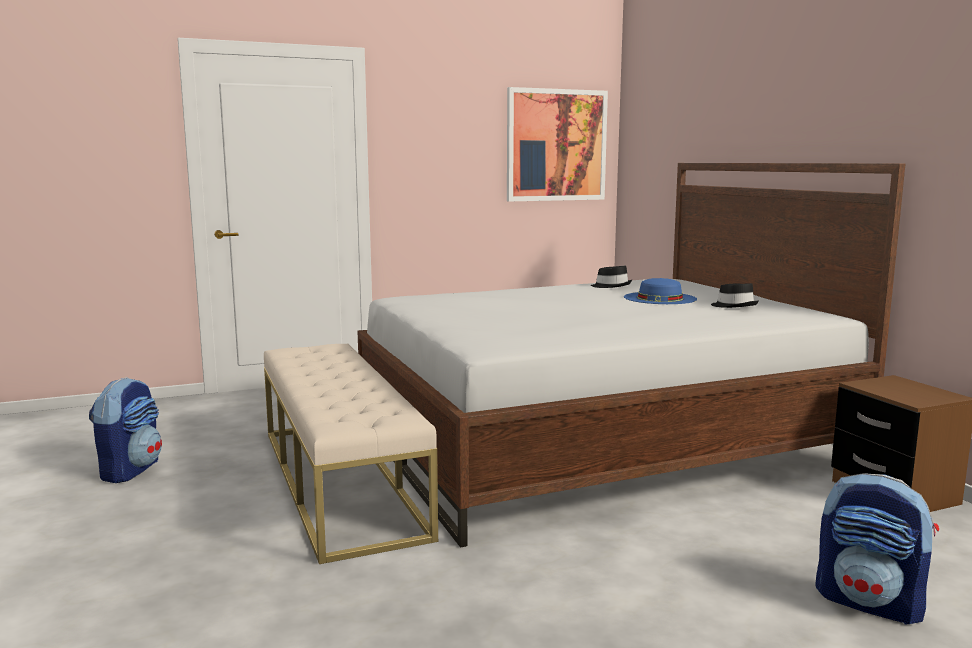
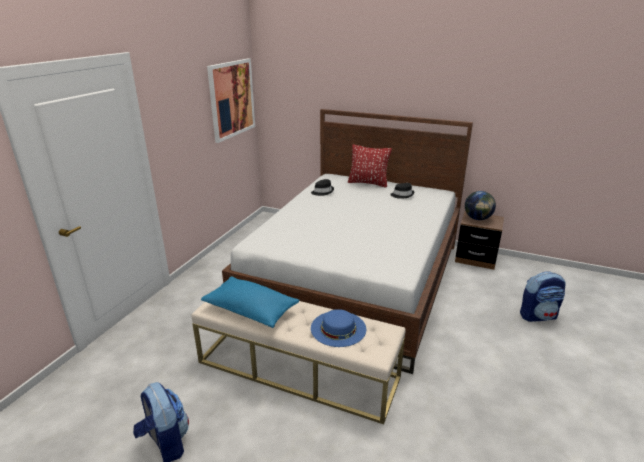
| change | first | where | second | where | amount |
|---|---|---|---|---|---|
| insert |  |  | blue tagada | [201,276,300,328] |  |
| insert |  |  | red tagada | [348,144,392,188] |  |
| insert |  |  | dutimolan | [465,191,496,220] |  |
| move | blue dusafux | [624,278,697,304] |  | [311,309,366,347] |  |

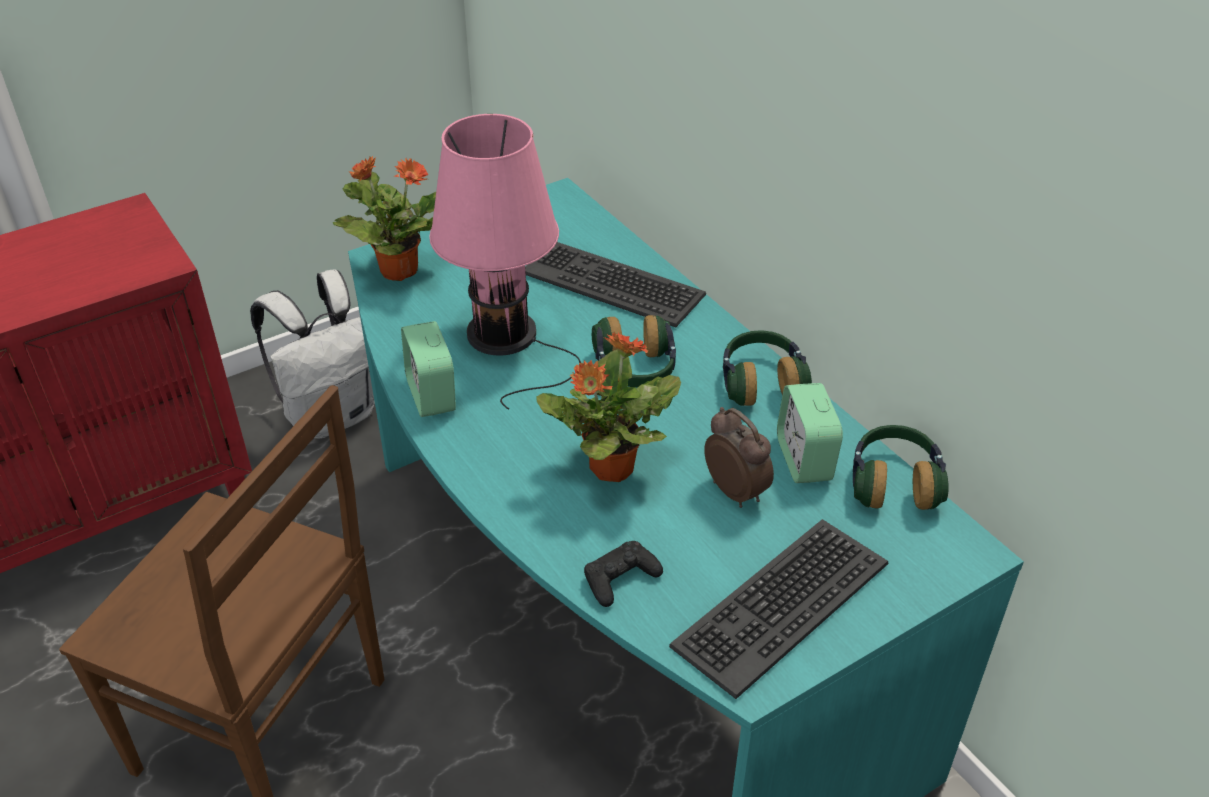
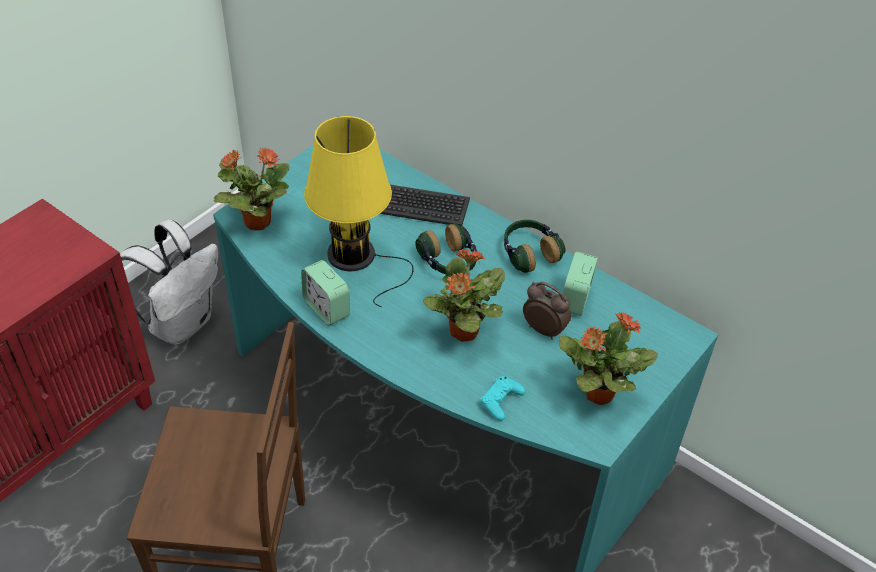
| change | first | where | second | where | amount |
|---|---|---|---|---|---|
| delete | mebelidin | [853,425,948,510] |  |  |  |
| replace | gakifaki | [669,519,888,699] | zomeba | [559,312,658,405] |  |
| recolor | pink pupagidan | [429,114,581,410] | yellow pupagidan | [304,116,413,307] |  |
| recolor | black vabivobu | [584,541,663,607] | turquoise vabivobu | [480,376,525,421] |  |
| rotate | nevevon | [777,383,843,483] |  | [563,252,598,316] | 45 degrees clockwise |

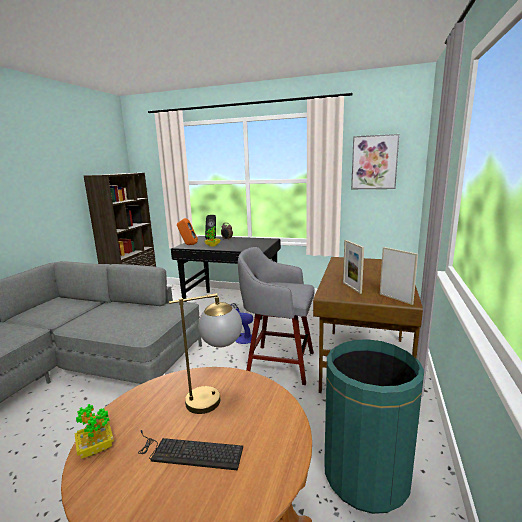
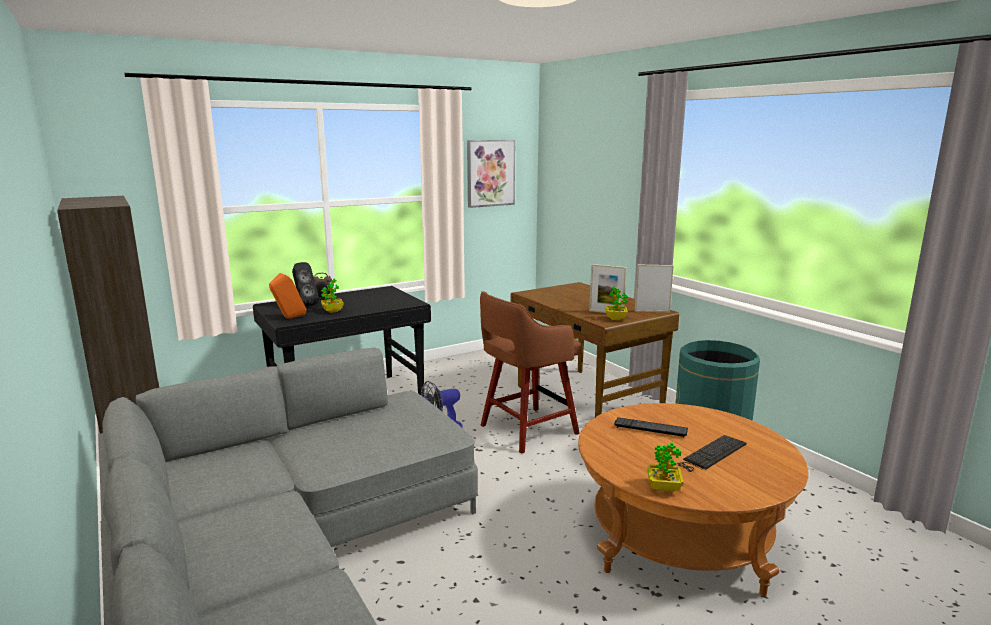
| change | first | where | second | where | amount |
|---|---|---|---|---|---|
| insert |  |  | zomeba | [606,286,628,320] |  |
| replace | pupagidan | [169,293,242,414] | gakifaki | [614,417,688,438] |  |
| recolor | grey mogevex | [238,247,315,385] | brown mogevex | [480,291,582,454] |  |

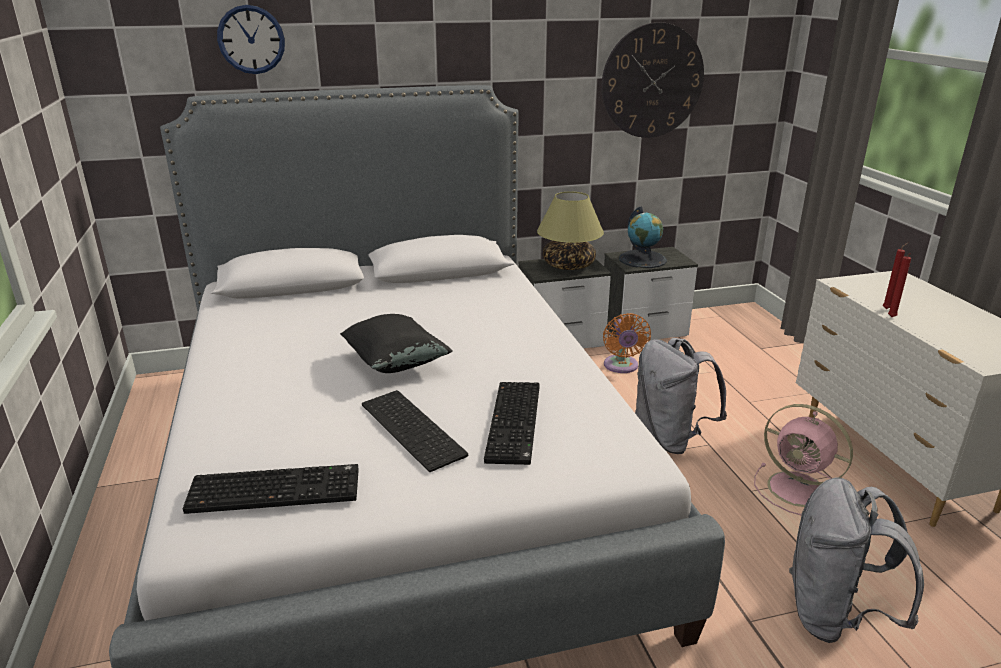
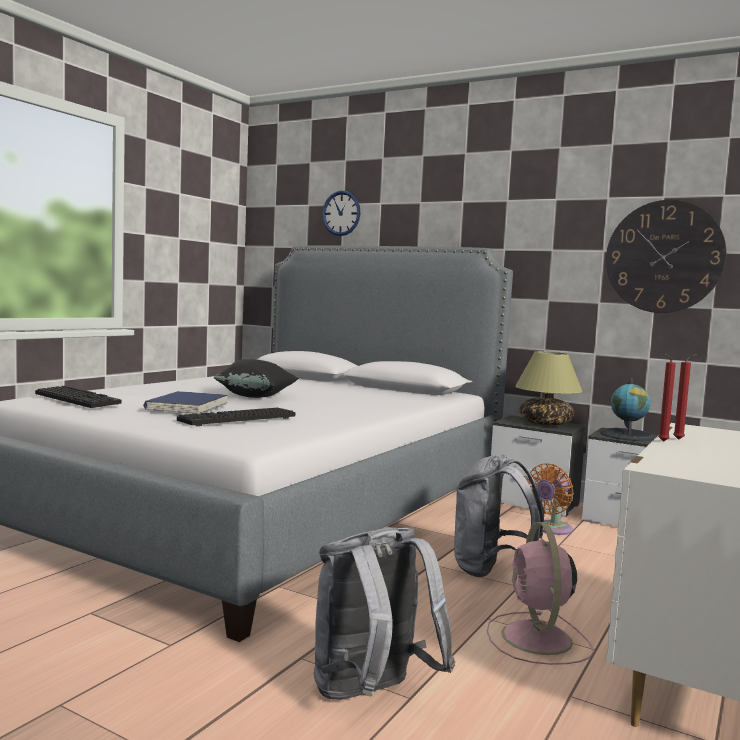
| change | first | where | second | where | amount |
|---|---|---|---|---|---|
| replace | gakifaki | [362,390,468,472] | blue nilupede | [143,391,228,415] |  |

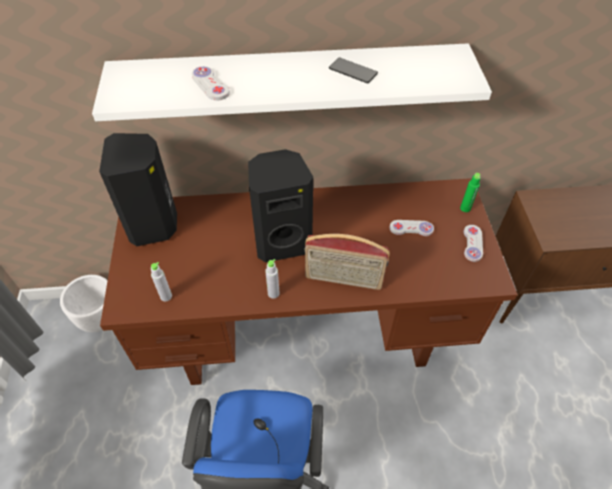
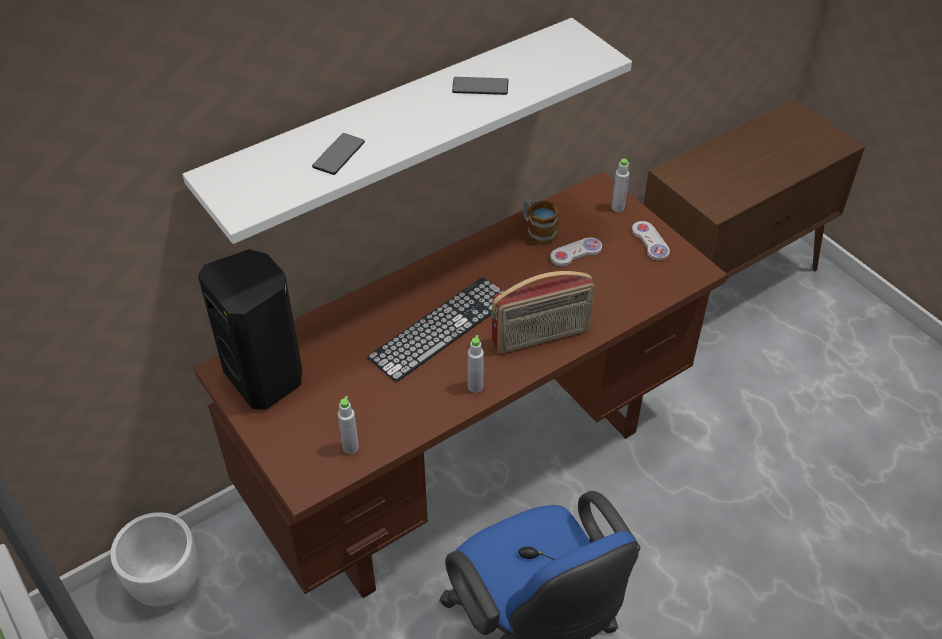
| change | first | where | second | where | amount |
|---|---|---|---|---|---|
| insert |  |  | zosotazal | [523,199,559,246] |  |
| replace | white vabivobu | [192,66,230,100] | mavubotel | [312,133,365,175] |  |
| replace | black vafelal | [248,149,313,262] | gakifaki | [367,277,504,383] |  |
| recolor | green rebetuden | [460,173,481,212] | grey rebetuden | [611,158,629,212] |  |

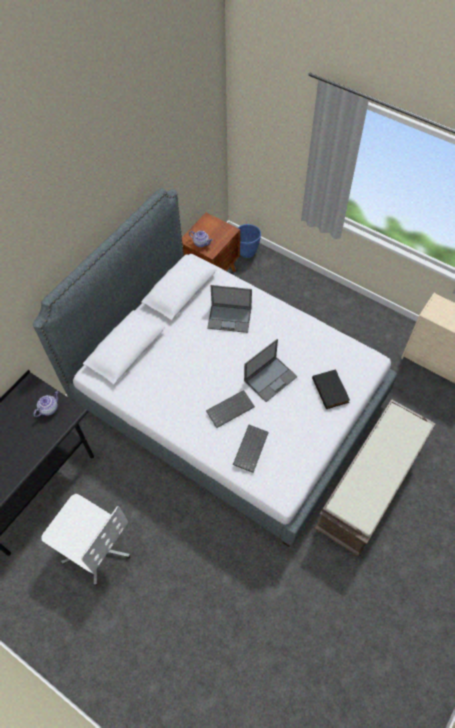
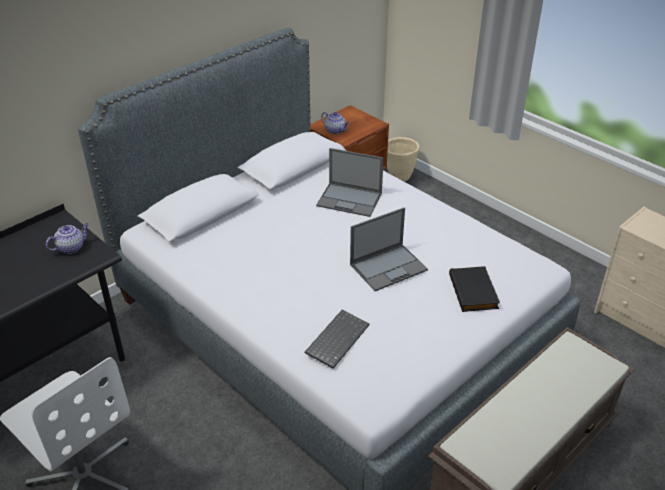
| change | first | where | second | where | amount |
|---|---|---|---|---|---|
| delete | gakifaki | [206,390,255,428] |  |  |  |
| recolor | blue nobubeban | [238,224,261,258] | beige nobubeban | [387,137,419,181] |  |

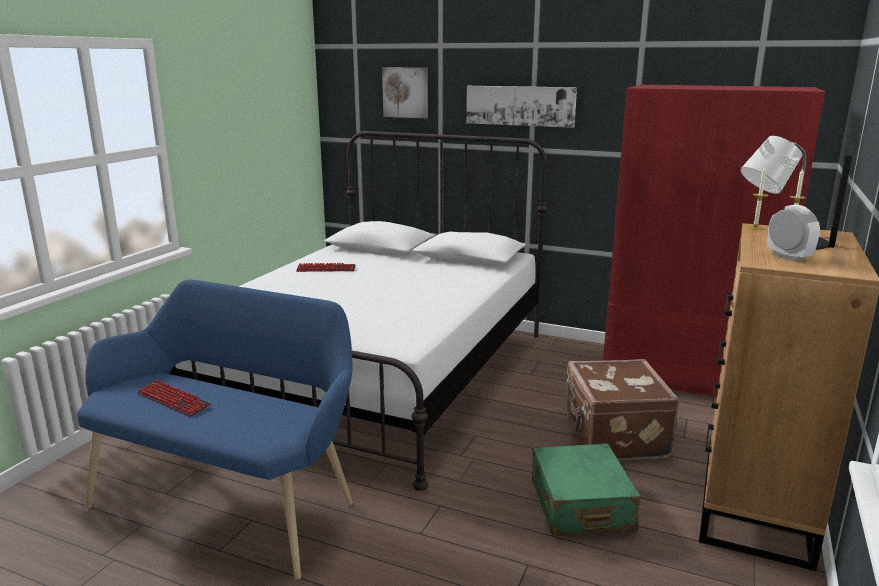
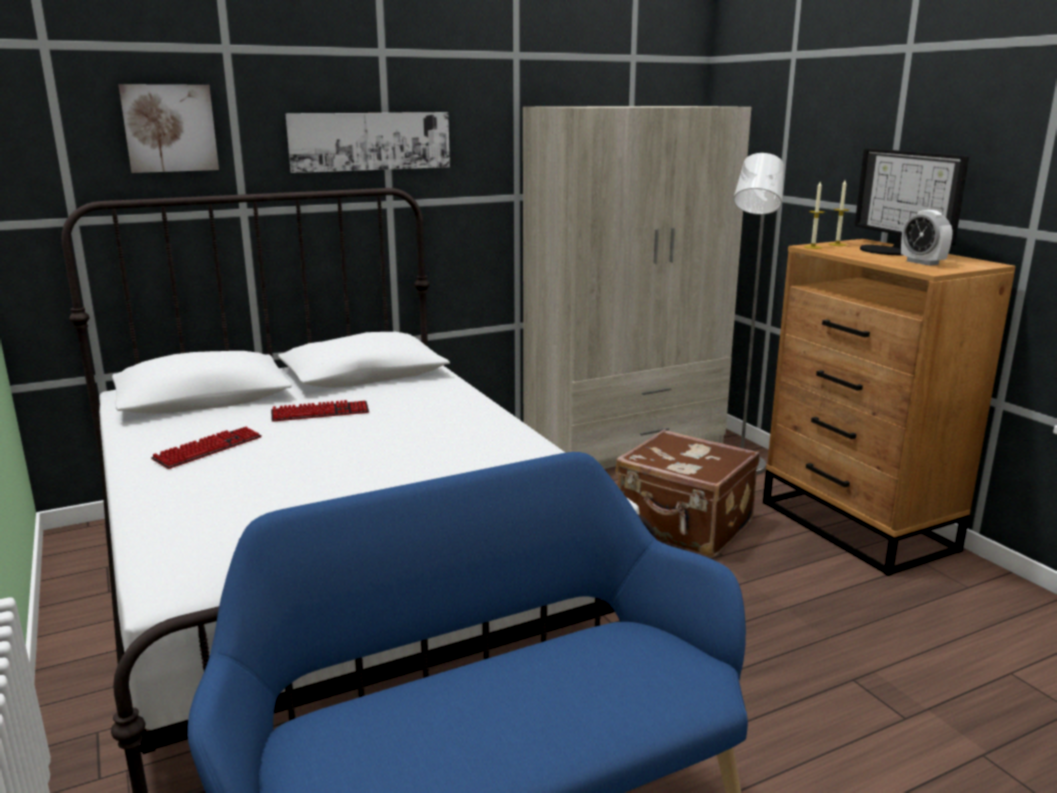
| change | first | where | second | where | amount |
|---|---|---|---|---|---|
| delete | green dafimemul | [532,443,641,536] |  |  |  |
| move | gakifaki | [137,380,211,417] |  | [271,400,369,422] |  |
| recolor | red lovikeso | [603,85,825,397] | beige lovikeso | [523,106,751,469] |  |
| rotate | nevevon | [767,205,820,262] |  | [901,210,952,266] | 135 degrees counterclockwise |

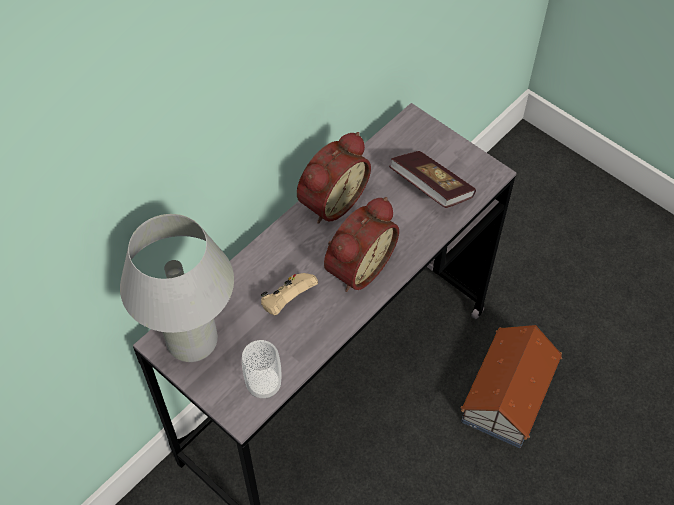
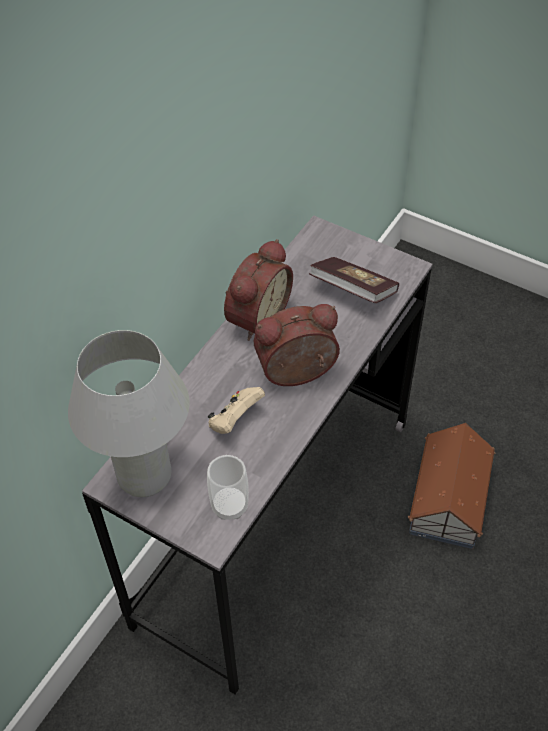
| change | first | where | second | where | amount |
|---|---|---|---|---|---|
| rotate | nevevon | [324,197,399,292] |  | [254,304,340,386] | 135 degrees counterclockwise |

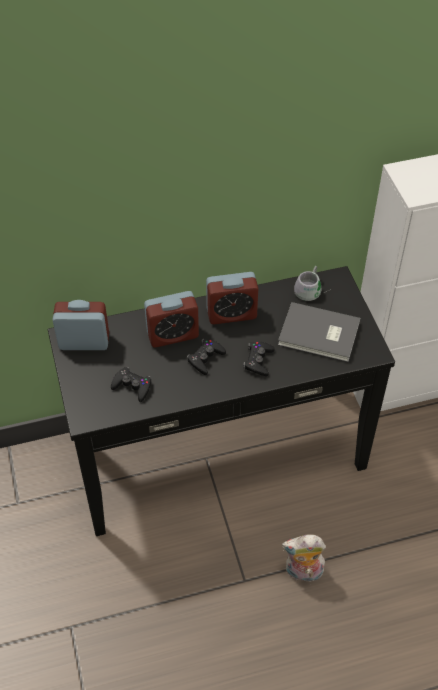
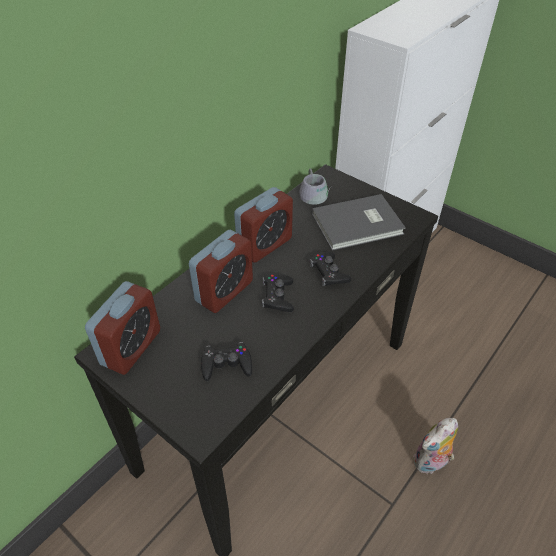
| change | first | where | second | where | amount |
|---|---|---|---|---|---|
| rotate | nevevon | [53,300,109,350] |  | [85,281,160,375] | 150 degrees clockwise |

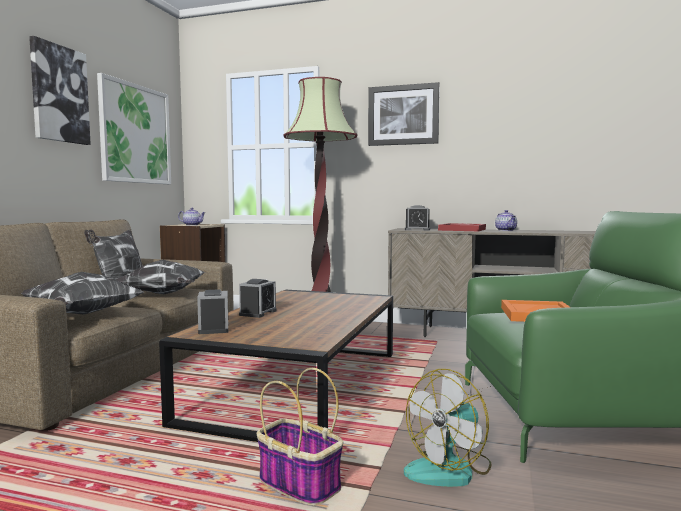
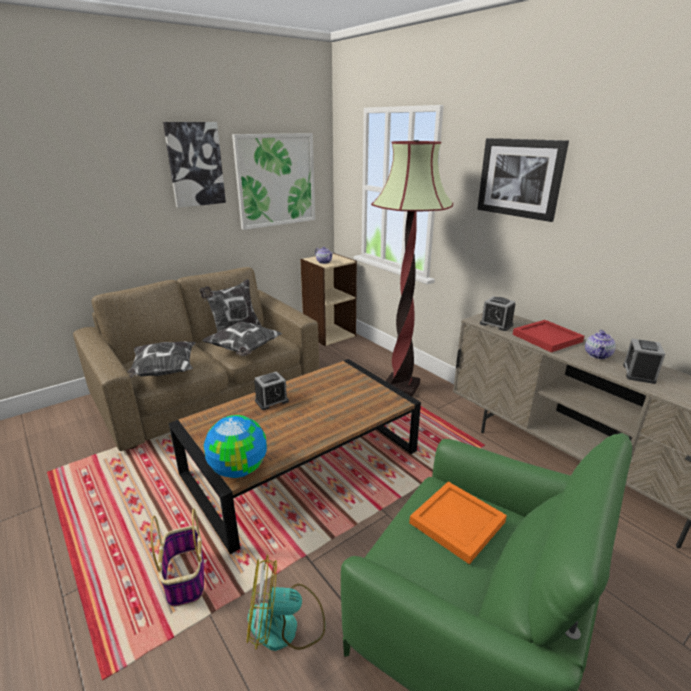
| change | first | where | second | where | amount |
|---|---|---|---|---|---|
| insert |  |  | dutimolan | [204,415,267,478] |  |
| move | nevevon | [197,289,228,334] |  | [623,339,665,384] |  |

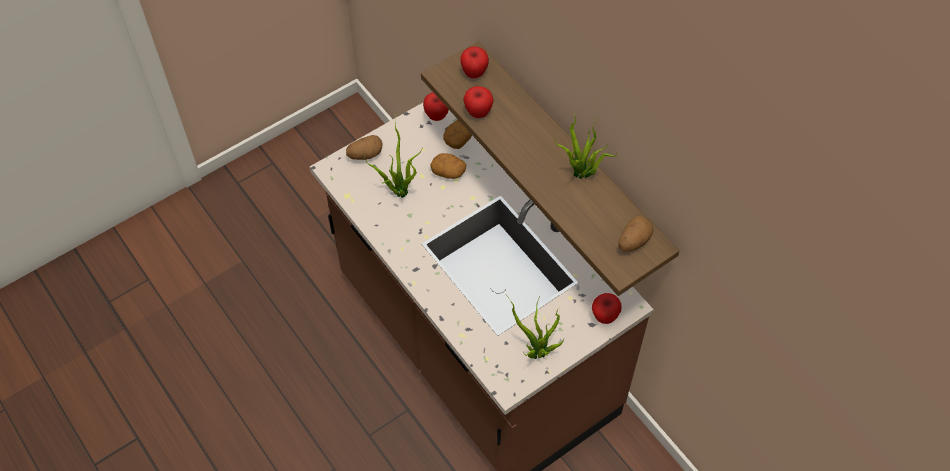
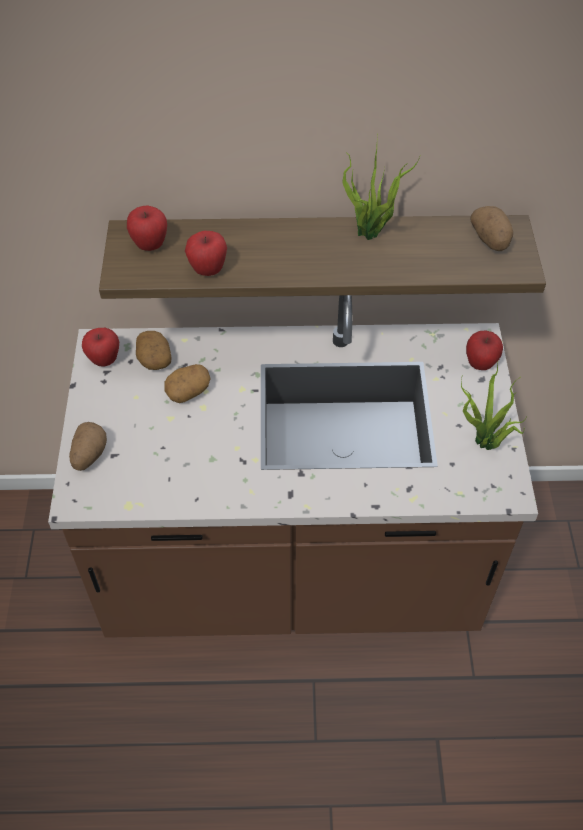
| change | first | where | second | where | amount |
|---|---|---|---|---|---|
| delete | zomeba | [364,116,423,198] |  |  |  |

